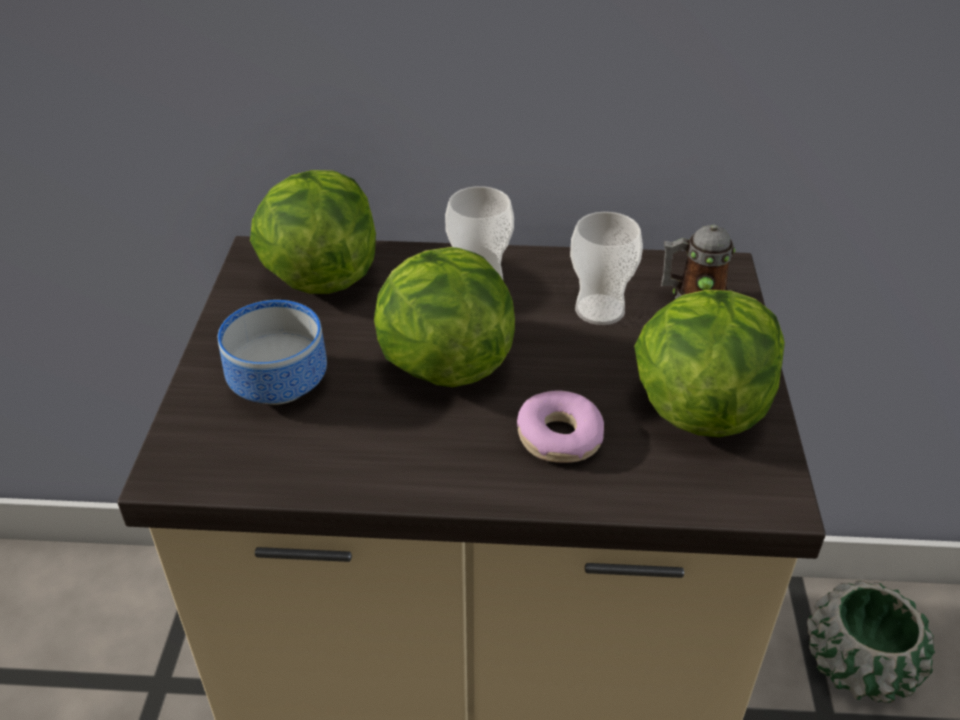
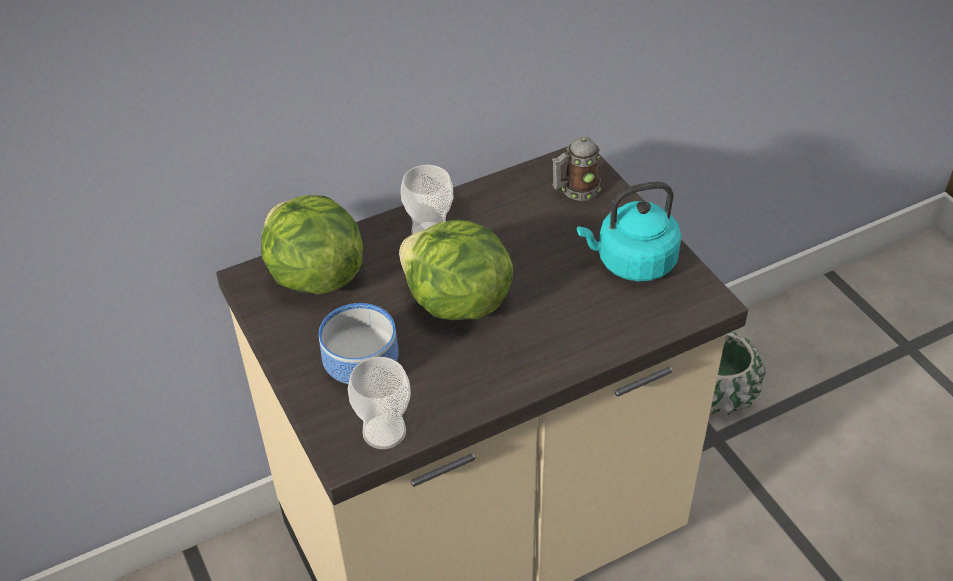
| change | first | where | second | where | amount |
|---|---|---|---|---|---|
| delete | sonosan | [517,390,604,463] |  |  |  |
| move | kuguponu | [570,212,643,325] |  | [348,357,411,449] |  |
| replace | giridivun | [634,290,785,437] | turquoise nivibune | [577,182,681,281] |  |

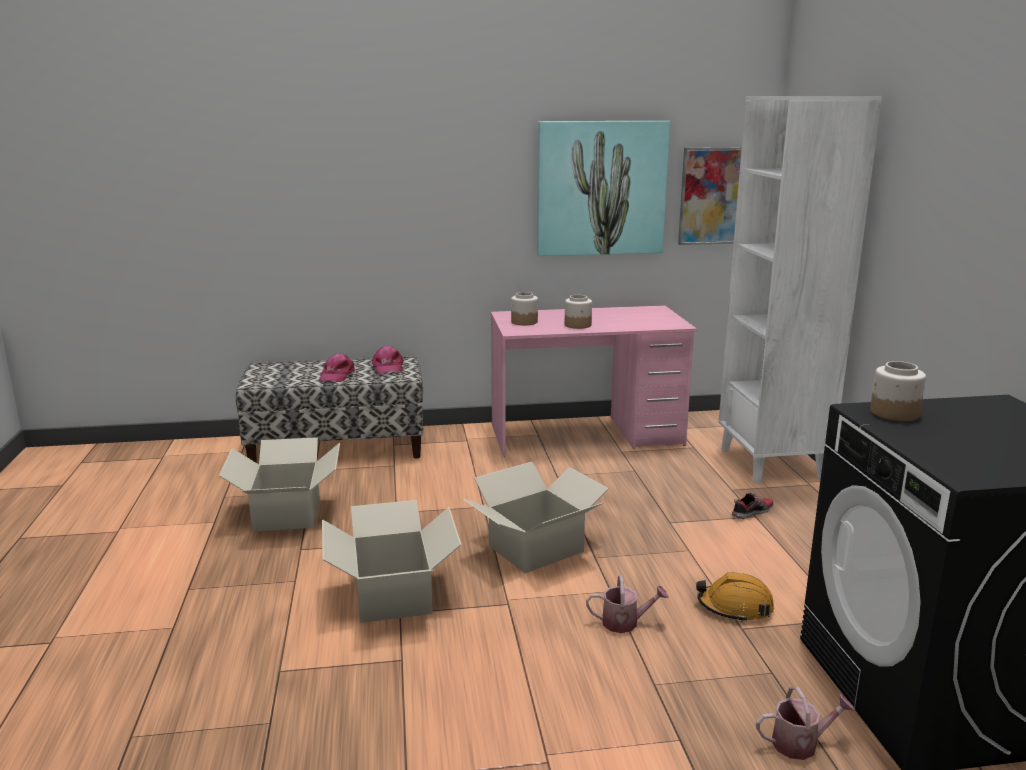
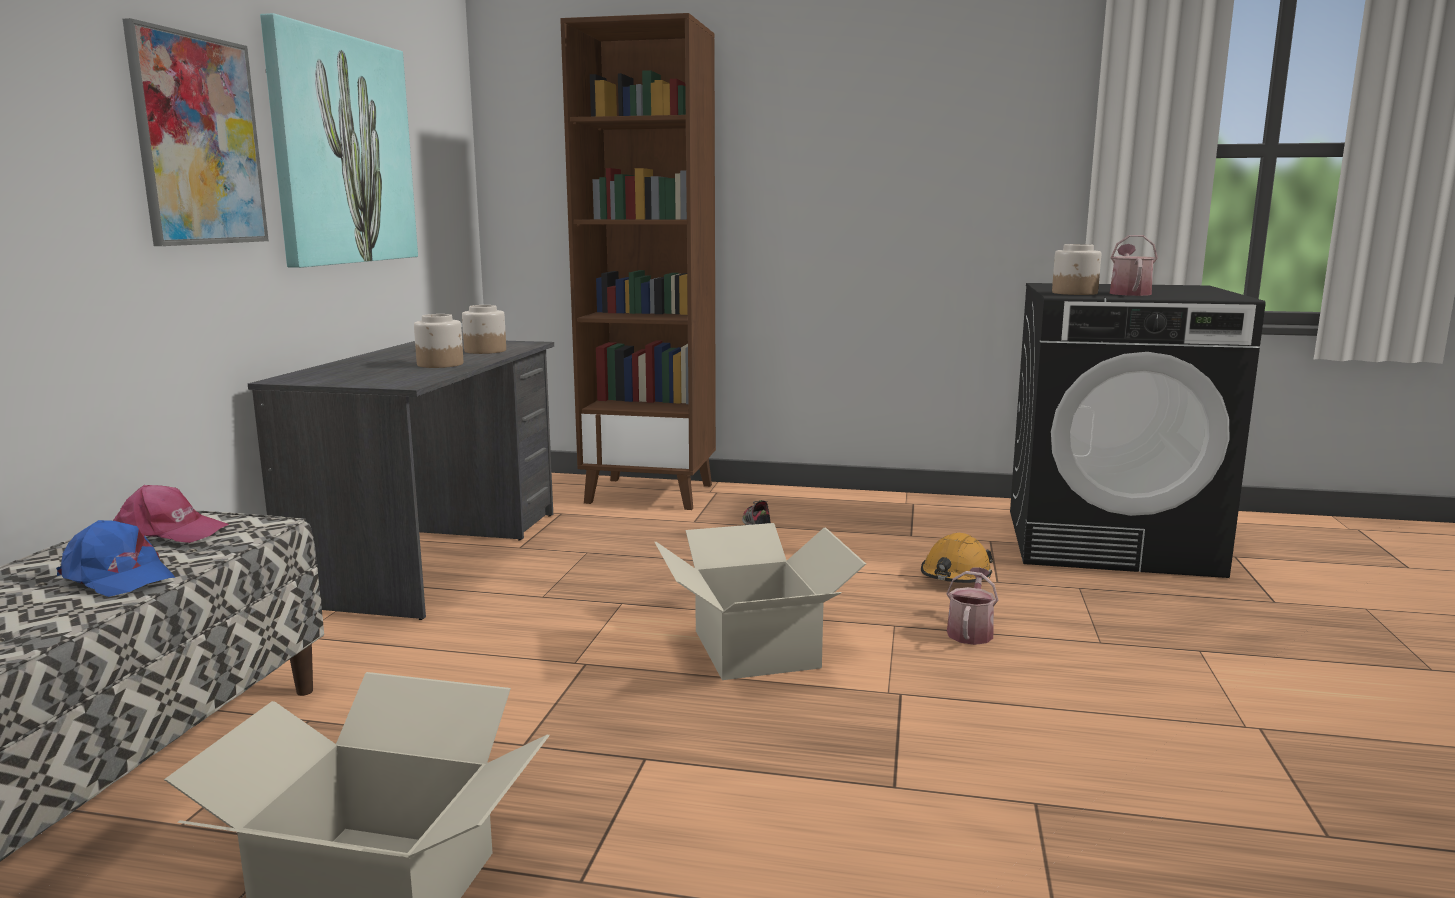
| change | first | where | second | where | amount |
|---|---|---|---|---|---|
| delete | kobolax | [322,500,462,623] |  |  |  |
| move | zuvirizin | [511,292,538,325] |  | [462,305,506,354] |  |
| move | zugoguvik | [678,147,742,245] |  | [122,18,269,246] |  |
| move | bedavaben | [756,687,855,760] |  | [1110,235,1158,296] |  |
| recolor | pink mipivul | [319,353,355,382] | blue mipivul | [56,520,175,597] |  |
| recolor | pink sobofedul | [491,305,697,457] | grey sobofedul | [248,339,554,620] |  |
| recolor | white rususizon | [718,96,882,484] | brown rususizon | [560,13,716,510] |  |

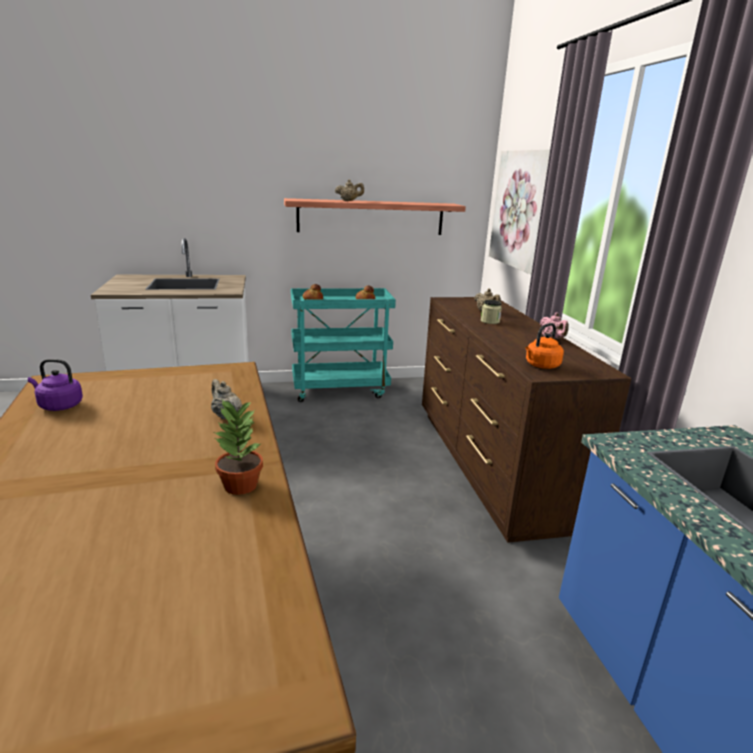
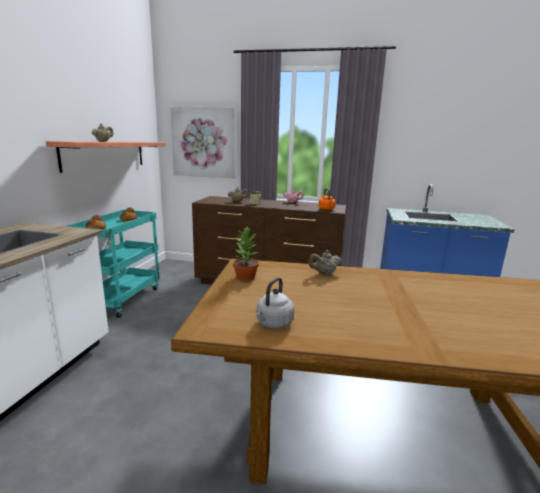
| change | first | where | second | where | amount |
|---|---|---|---|---|---|
| move | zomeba | [214,399,263,495] |  | [233,227,259,280] |  |
| recolor | purple nivibune | [28,359,83,411] | grey nivibune | [256,277,294,328] |  |

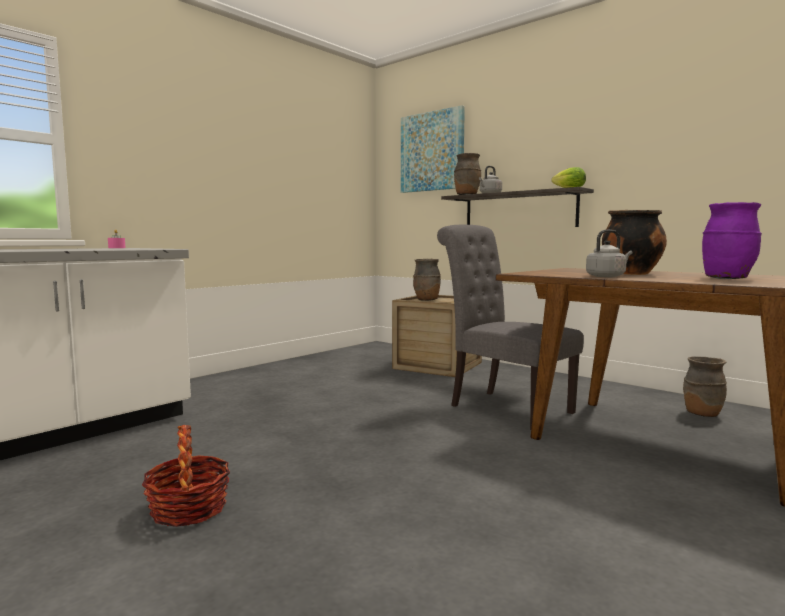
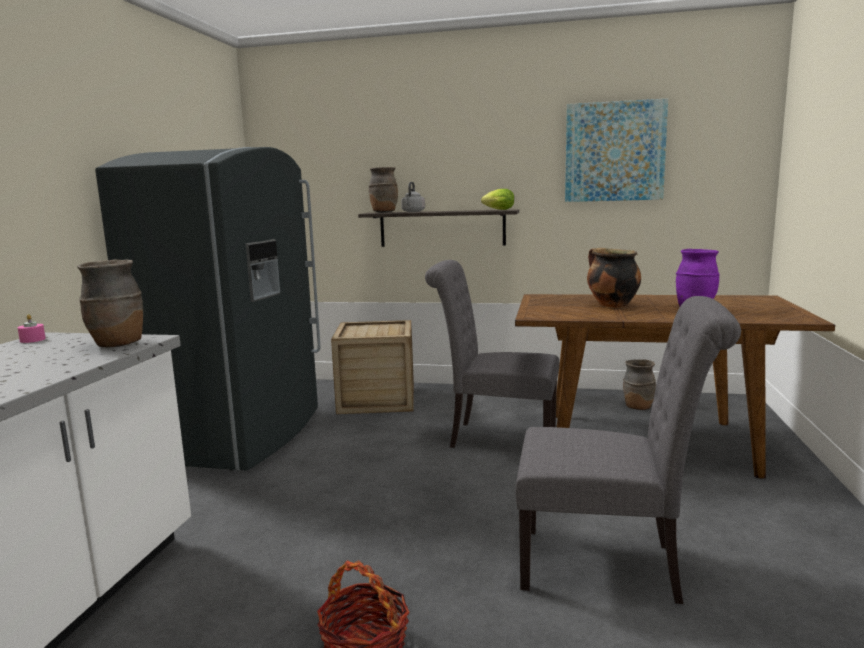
| change | first | where | second | where | amount |
|---|---|---|---|---|---|
| delete | grey nivibune | [586,230,632,277] |  |  |  |
| insert |  |  | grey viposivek | [95,147,321,471] |  |
| insert |  |  | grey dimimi | [515,296,741,604] |  |
| move | zugoguvik | [401,105,465,193] |  | [565,98,668,202] |  |
| move | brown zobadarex | [413,259,441,301] |  | [77,259,143,348] |  |

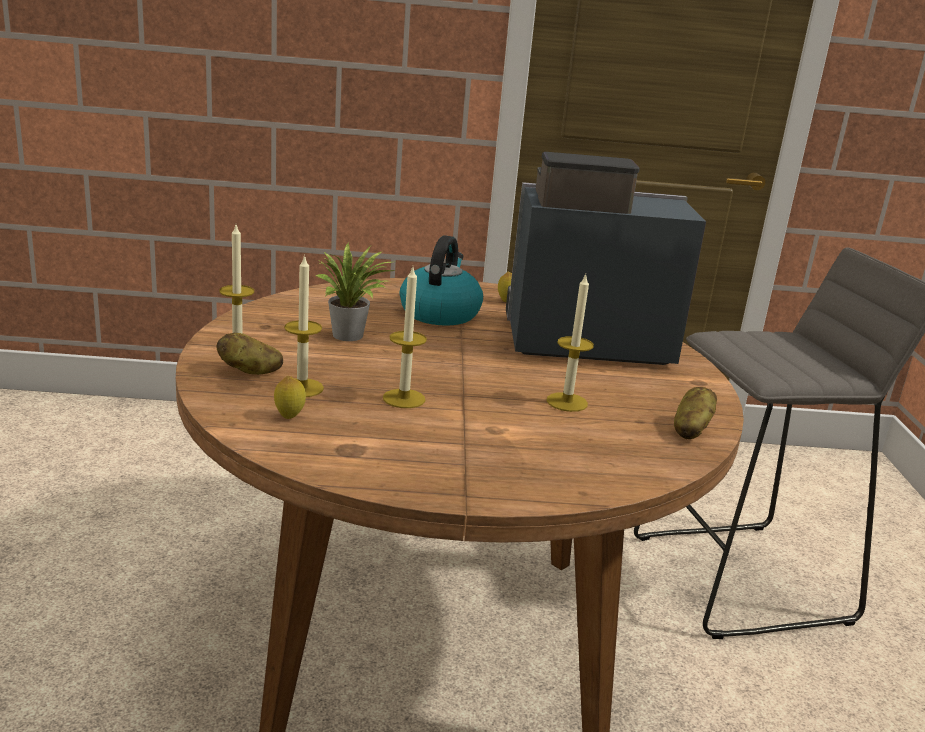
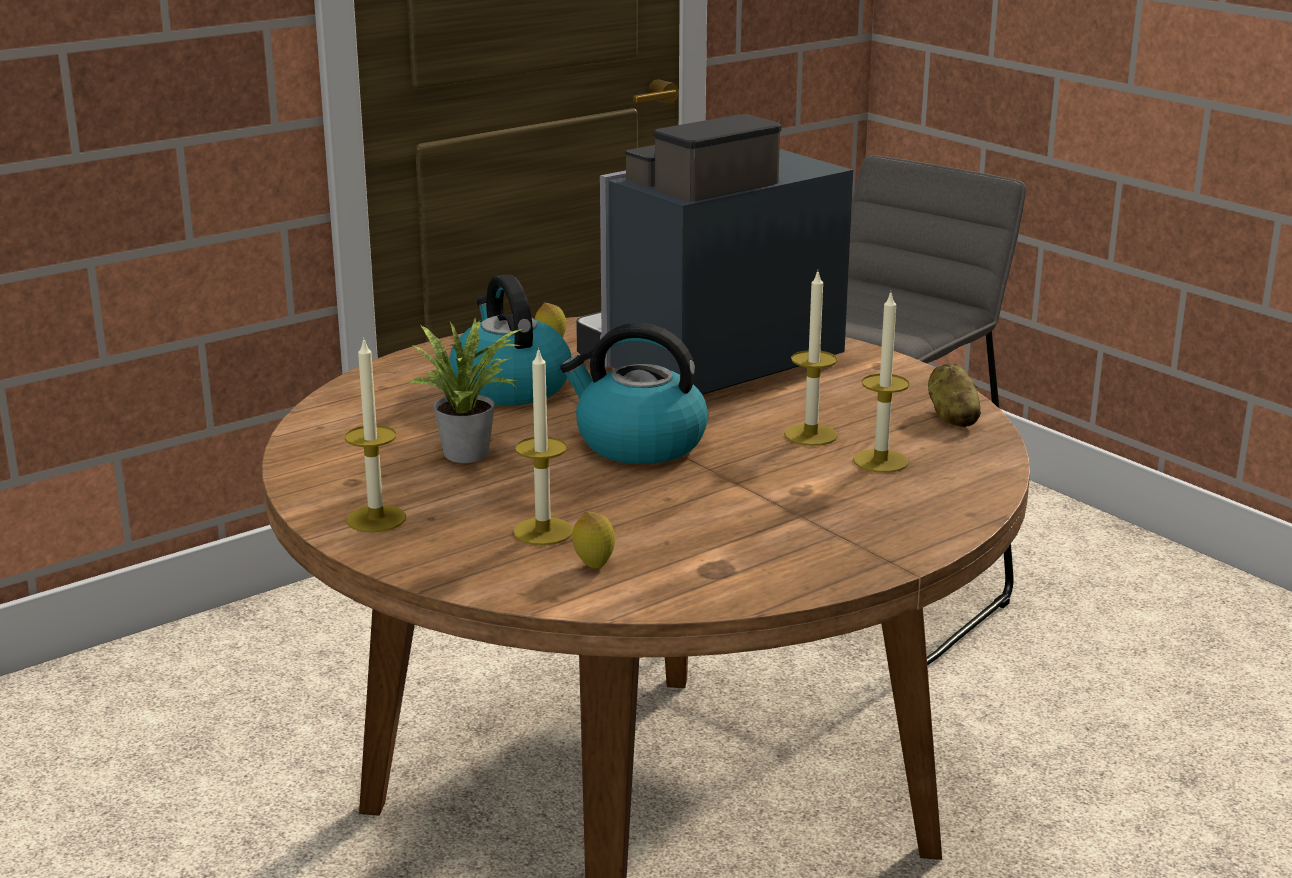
| change | first | where | second | where | amount |
|---|---|---|---|---|---|
| delete | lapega | [217,333,283,375] |  |  |  |
| insert |  |  | nivibune | [560,323,709,464] |  |
| move | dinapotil | [383,268,427,408] |  | [853,293,910,473] |  |

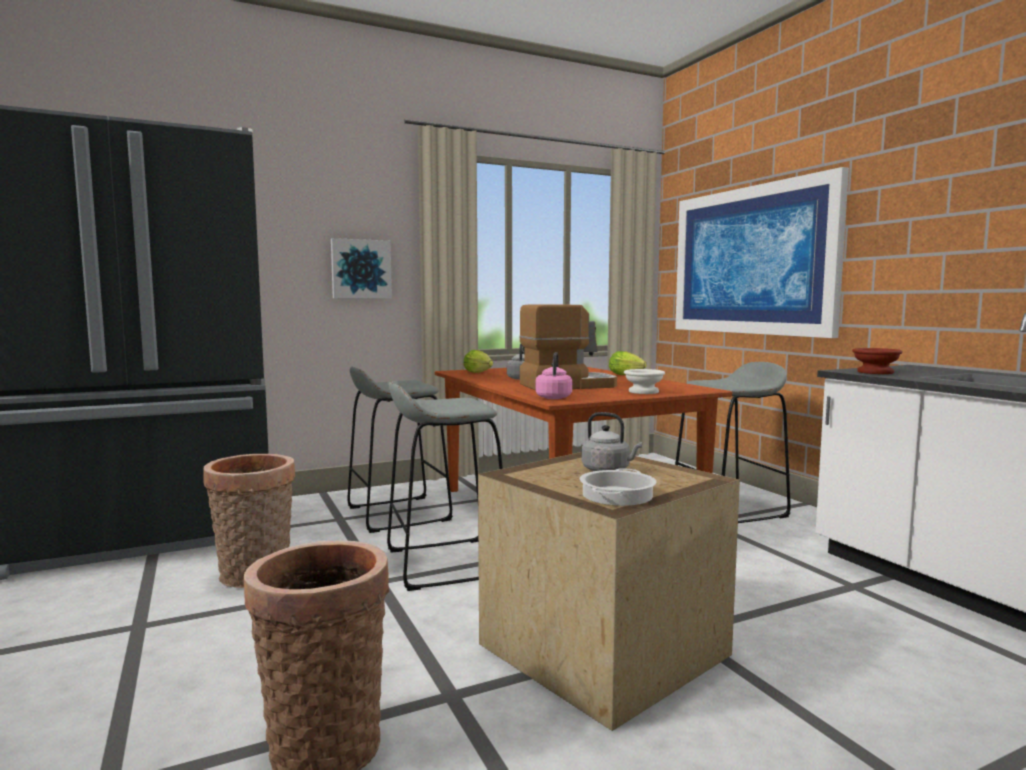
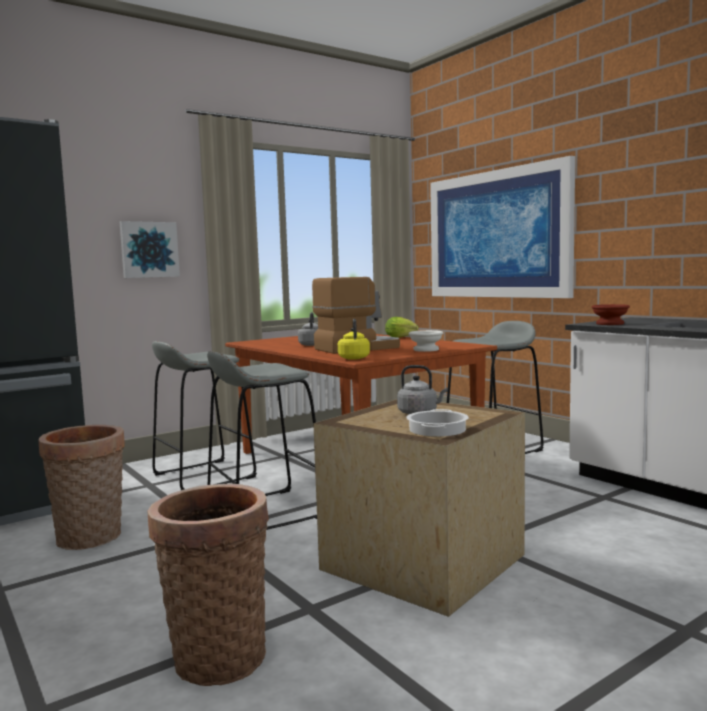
| change | first | where | second | where | amount |
|---|---|---|---|---|---|
| delete | giridivun | [463,350,493,373] |  |  |  |
| recolor | pink nivibune | [536,352,572,399] | yellow nivibune | [338,319,370,360] |  |

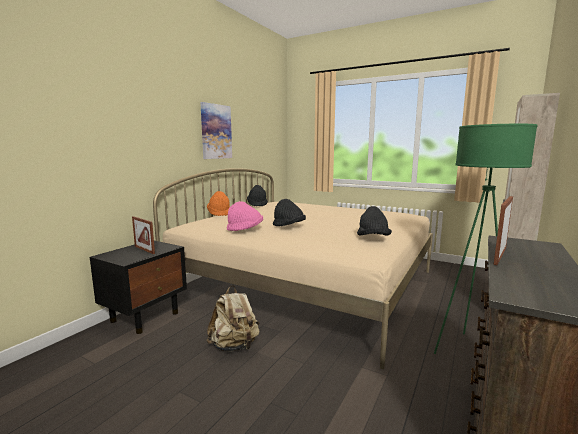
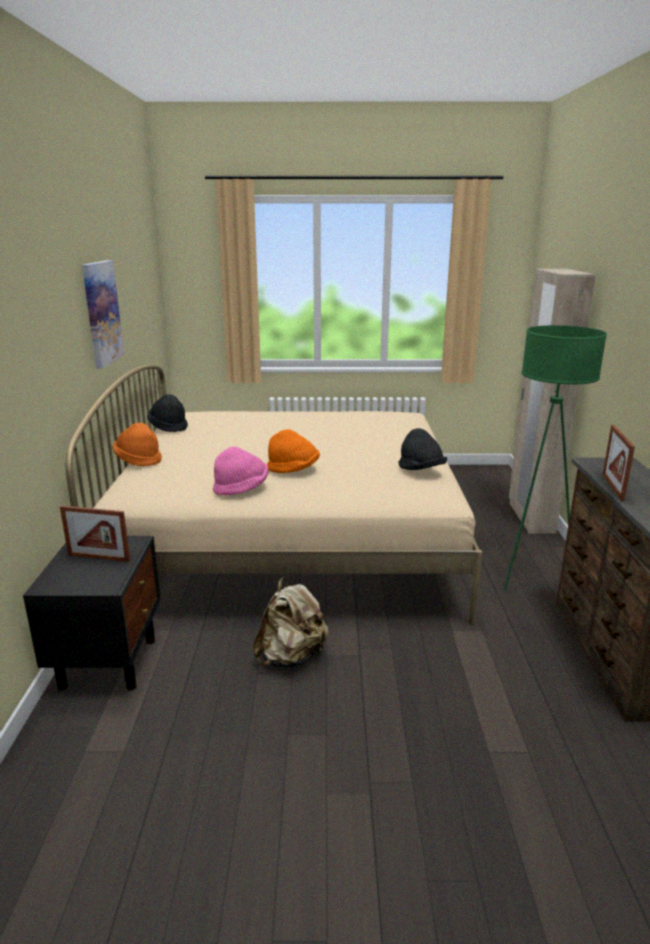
| change | first | where | second | where | amount |
|---|---|---|---|---|---|
| recolor | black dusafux | [273,199,306,226] | orange dusafux | [267,429,320,473] |  |

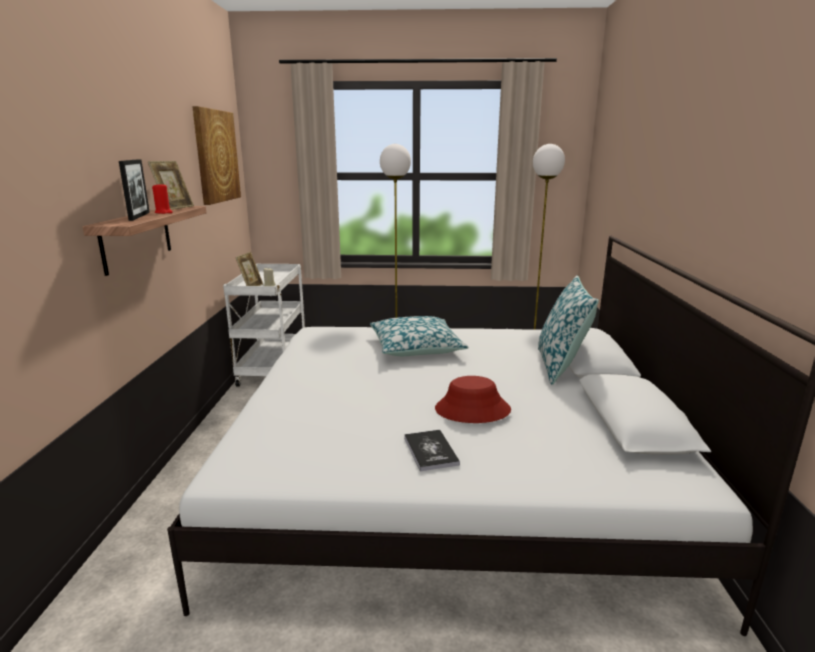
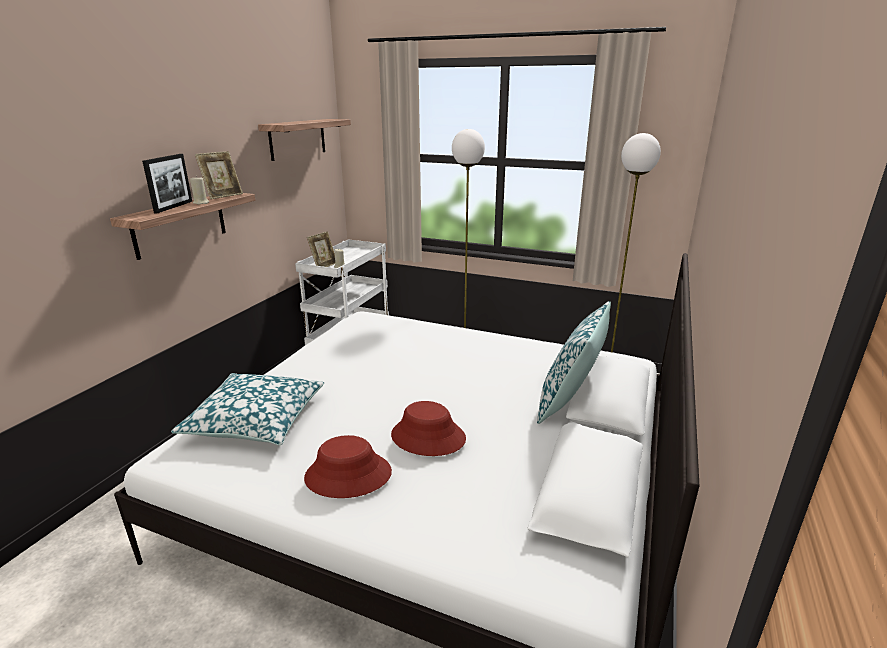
| change | first | where | second | where | amount |
|---|---|---|---|---|---|
| move | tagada | [370,316,469,356] |  | [171,373,324,445] |  |
| replace | zugoguvik | [192,106,241,205] | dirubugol | [258,119,351,161] |  |
| replace | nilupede | [404,430,460,471] | red dusafux | [304,435,392,498] |  |
| recolor | red dinapotil | [152,183,173,214] | beige dinapotil | [190,176,209,204] |  |

